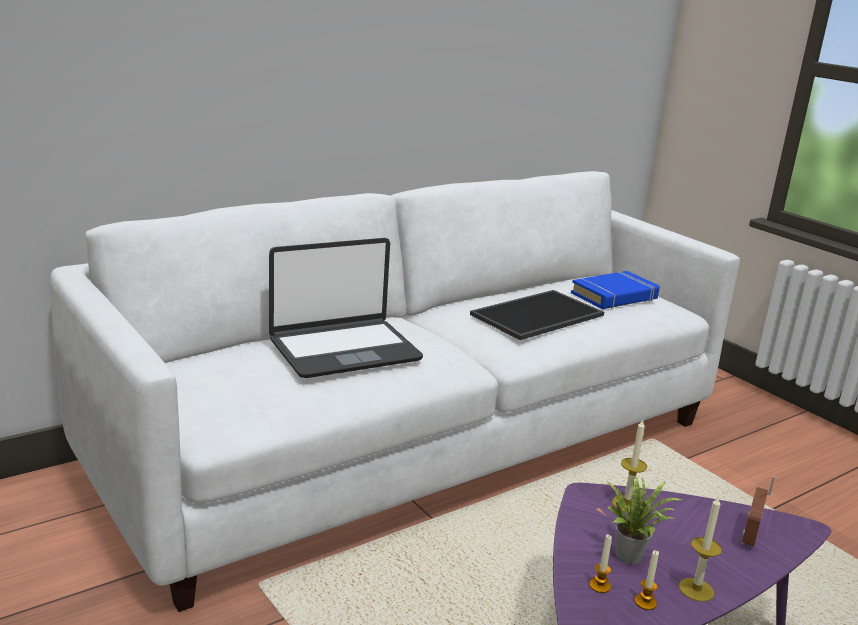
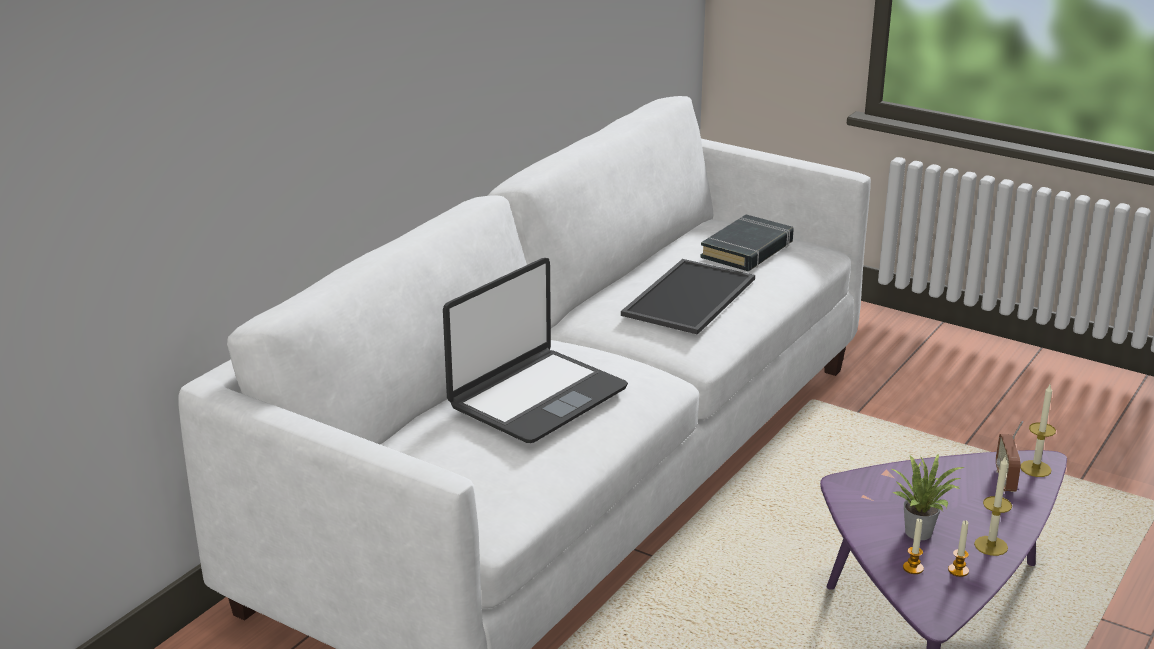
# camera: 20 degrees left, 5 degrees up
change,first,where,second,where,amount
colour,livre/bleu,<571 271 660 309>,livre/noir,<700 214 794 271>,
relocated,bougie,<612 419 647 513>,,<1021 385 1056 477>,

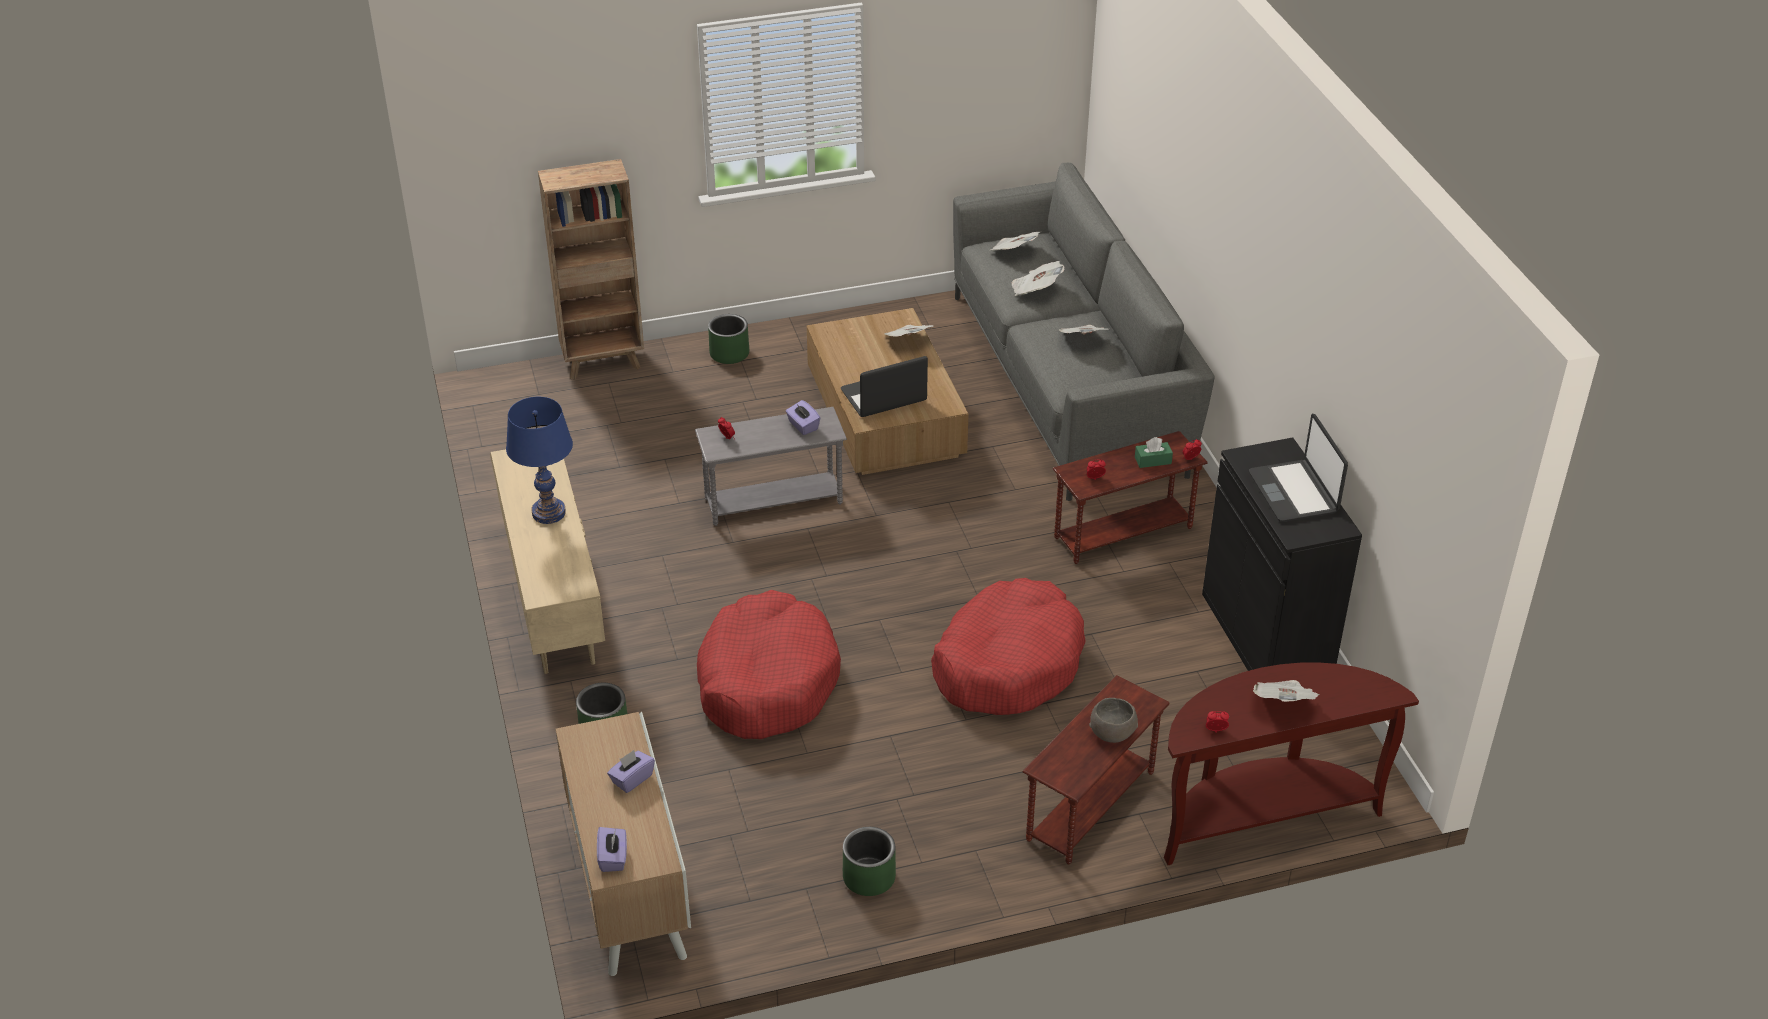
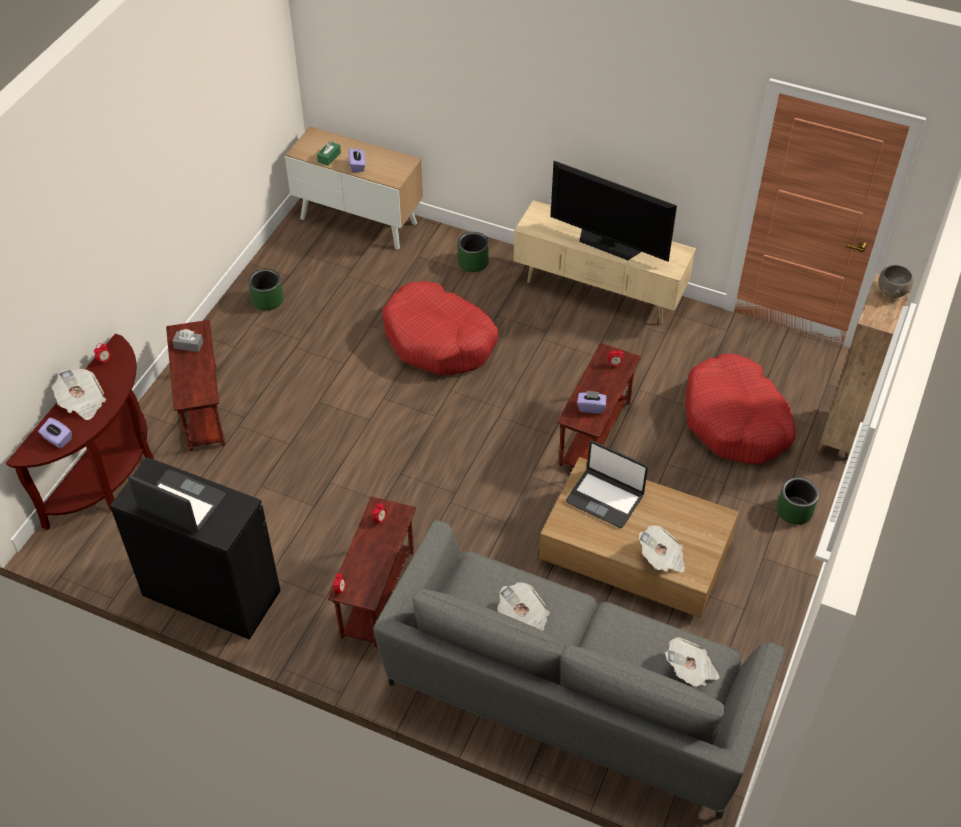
# camera: 130 degrees right, 10 degrees up
change,first,where,second,where,amount
relocated,boîte à mouchoirs/violet,<597 827 627 872>,,<38 418 72 449>,
appeared,,,boîte à mouchoirs/gris,<173 329 203 352>,
relocated,boîte à mouchoirs/vert,<1135 437 1173 468>,,<317 141 341 166>,
exchanged,lampe de table/bleu,<506 397 573 524>,téléviseur,<551 161 677 261>,
colour,table d'appoint/gris,<695 407 847 526>,table d'appoint/marron,<557 343 641 466>,
spun,ordinateur portable,<841 356 928 417>,,<566 441 648 528>,105 degrees clockwise
relocated,panier pour chien/rouge,<931 578 1086 715>,,<685 354 795 464>,
relocated,bol/gris,<1089 698 1138 743>,,<878 265 913 298>,
missing,journal,<1011 261 1064 296>,,,

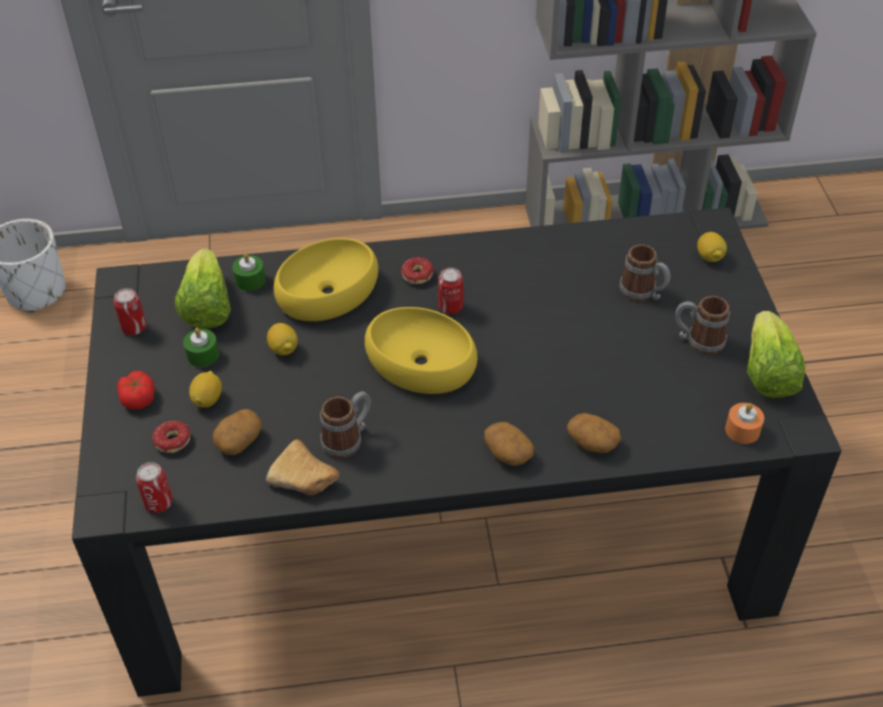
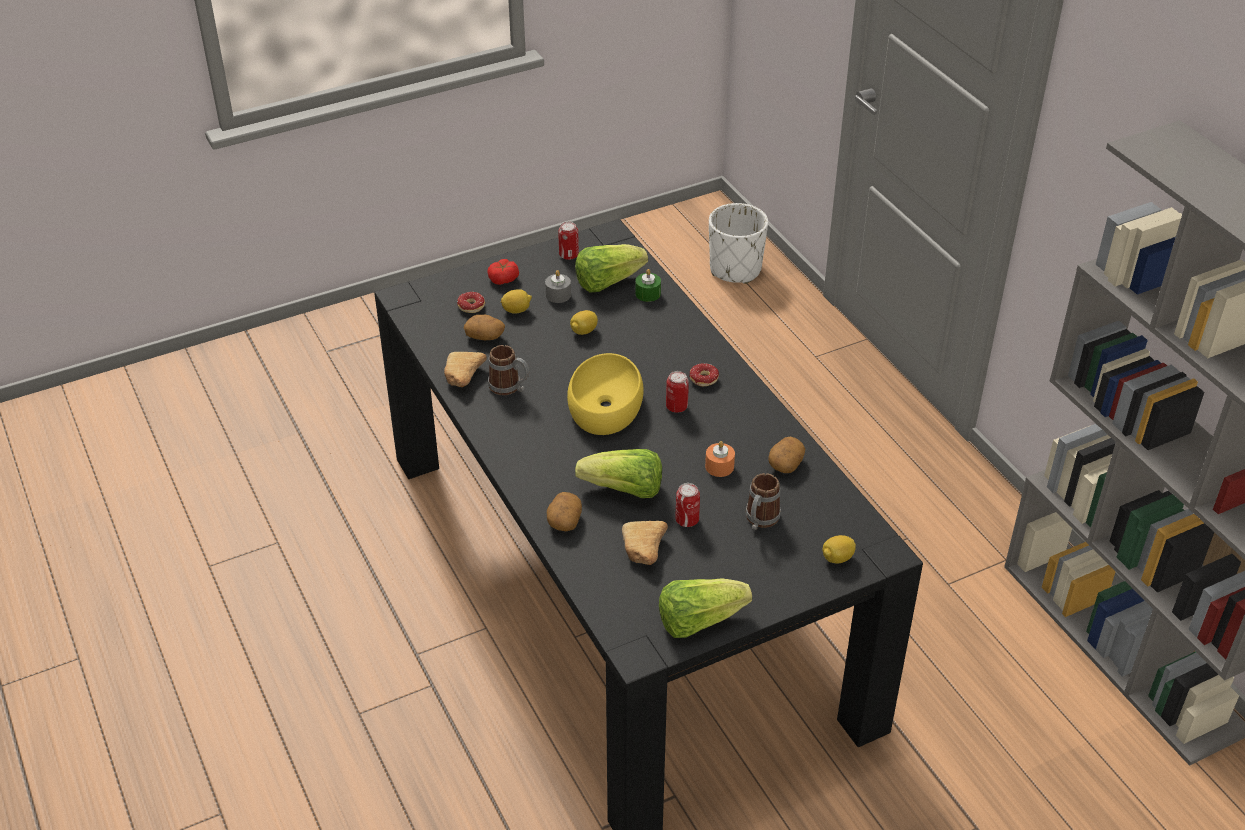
# camera: 70 degrees right, 5 degrees down
change,first,where,second,where,amount
colour,bougie/vert,<183 328 219 367>,bougie/gris,<545 270 571 303>,
appeared,,,laitue,<575 449 662 498>,
appeared,,,pain,<622 521 668 565>,
relocated,boîte métallique,<136 462 173 513>,,<675 483 700 527>,
relocated,bougie/orange,<725 403 764 444>,,<705 441 735 477>,
relocated,pomme de terre,<484 422 535 466>,,<768 436 805 473>,
missing,bol/jaune,<274 238 378 321>,,,
missing,mug,<676 296 730 354>,,,

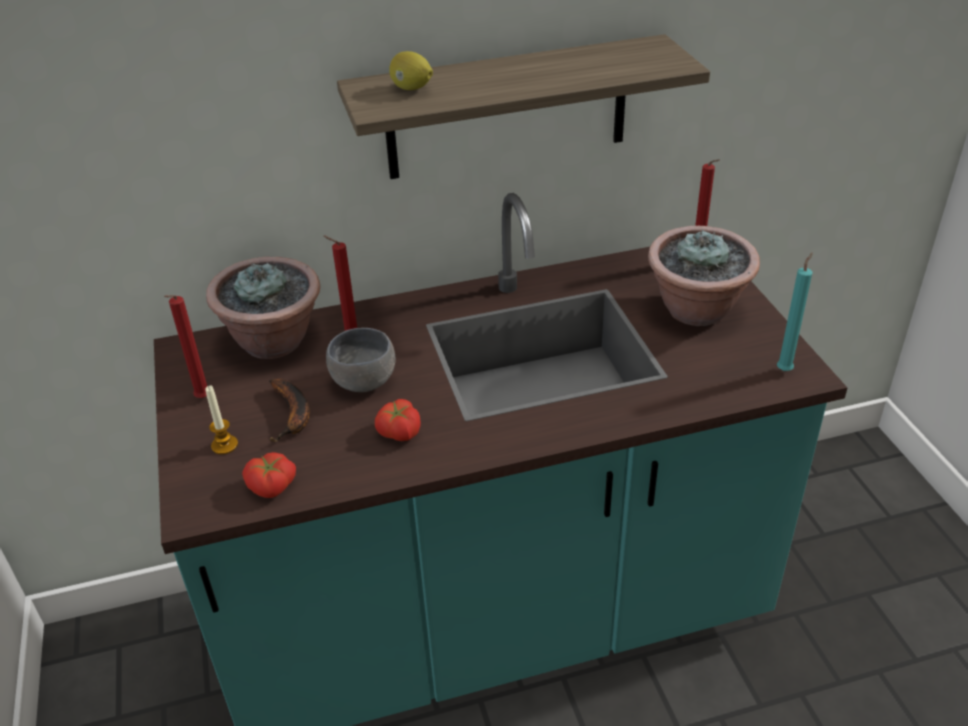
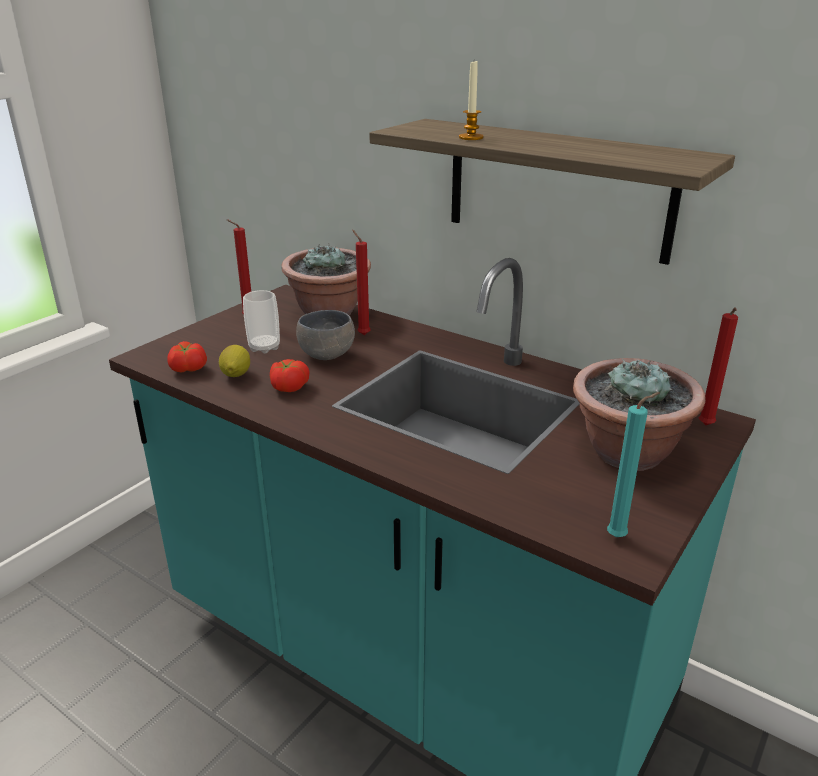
# camera: 50 degrees right, 10 degrees down
change,first,where,second,where,amount
relocated,citron,<389 51 433 90>,,<219 345 250 377>,
exchanged,banane,<269 379 310 442>,tasse,<243 290 280 353>,
relocated,bougie,<205 385 238 455>,,<459 61 484 140>,

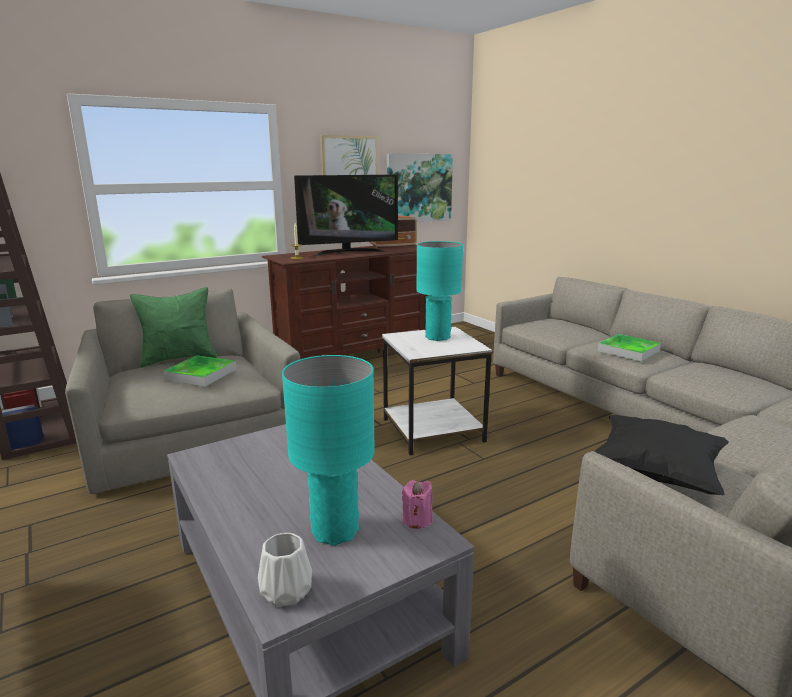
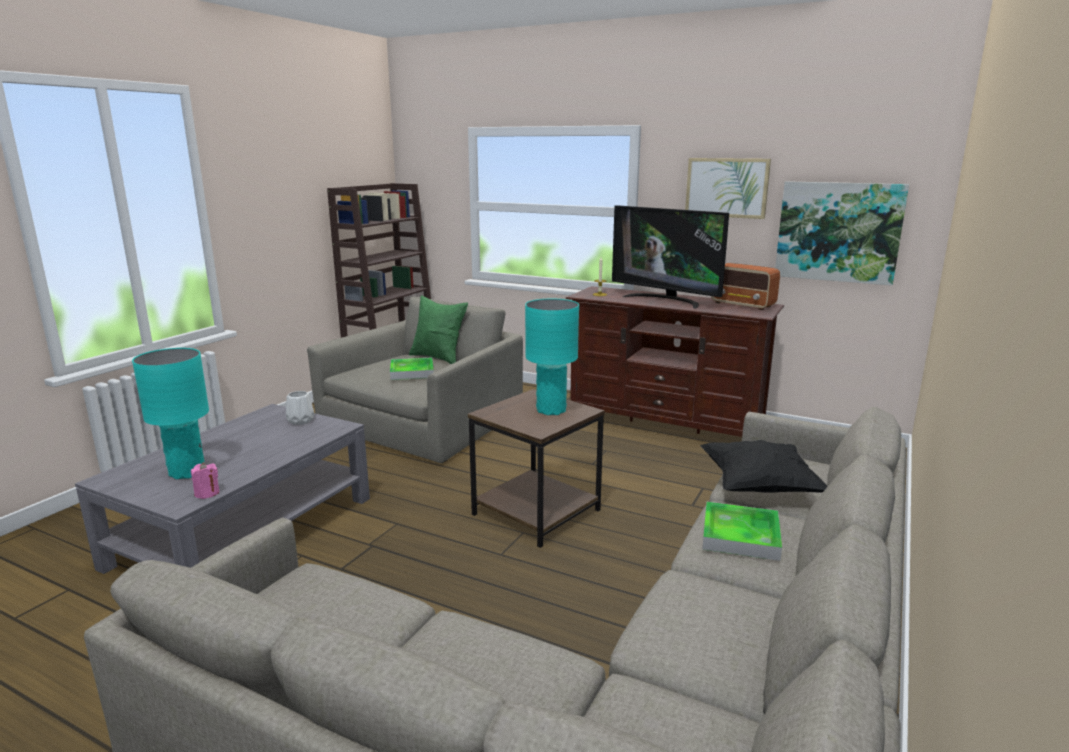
# camera: 60 degrees right, 0 degrees up
change,first,where,second,where,amount
relocated,vase/blanc,<258 533 312 607>,,<286 391 315 425>,
colour,table d'appoint/blanc,<382 327 492 455>,table d'appoint/marron,<468 389 605 548>,
relocated,coussin/noir,<594 415 729 495>,,<700 440 828 493>,

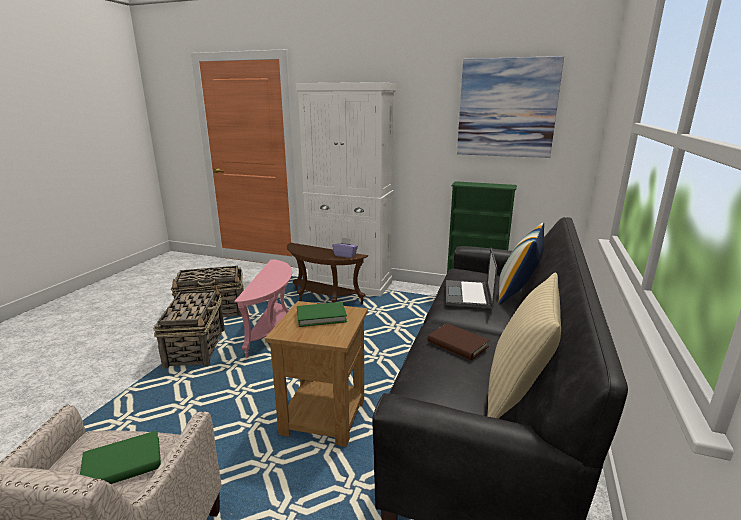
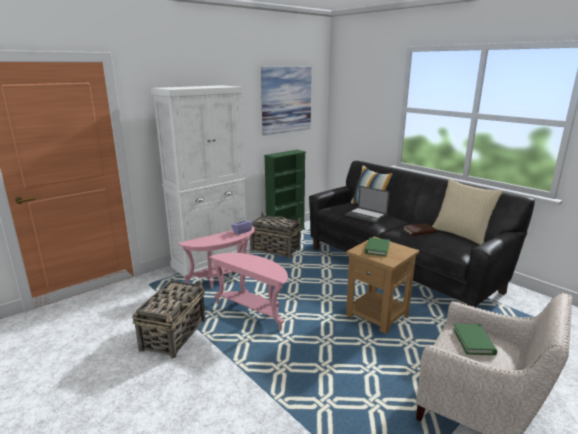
# camera: 60 degrees left, 0 degrees up
change,first,where,second,where,amount
colour,table d'appoint/marron,<287 243 368 304>,table d'appoint/rose,<178 226 255 289>,
relocated,panier,<153 286 225 369>,,<250 212 302 258>,

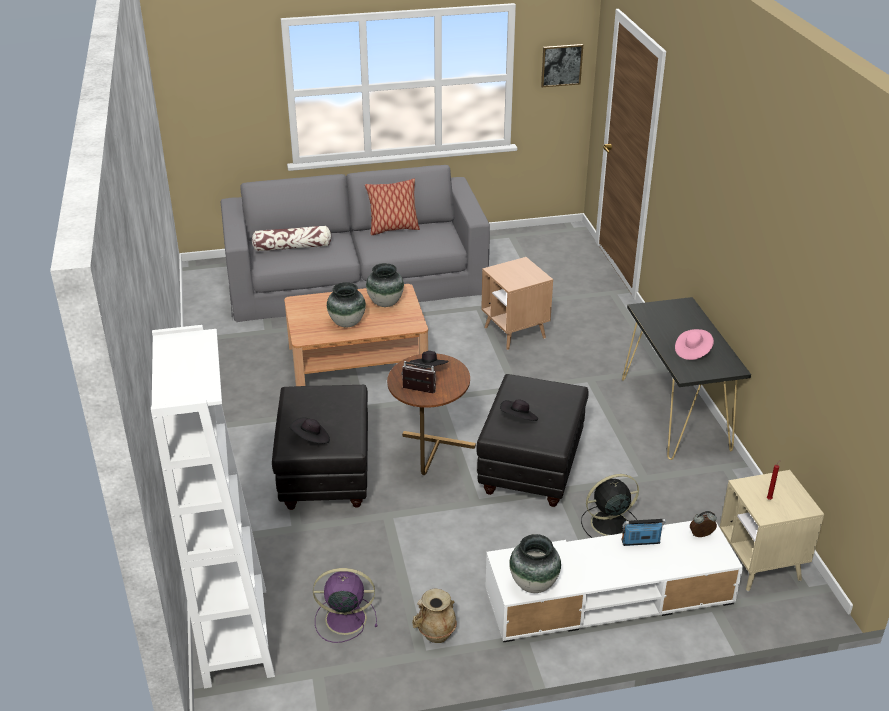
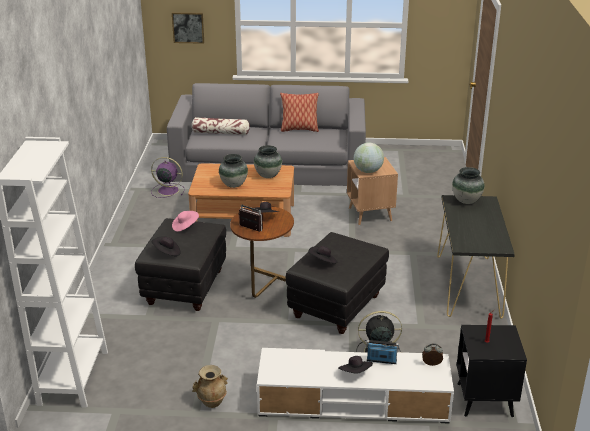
# camera: 15 degrees right, 5 degrees down
change,first,where,second,where,amount
relocated,ventilateur/violet,<313 568 378 643>,,<151 157 184 198>,
relocated,tableau,<541 44 583 87>,,<172 12 204 44>,
relocated,chapeau/rose,<675 329 714 360>,,<172 211 199 232>,
appeared,,,chapeau/noir,<338 356 373 374>,
appeared,,,globe,<354 143 384 173>,
relocated,vase,<509 534 561 593>,,<452 167 485 204>,
colour,table d'appoint/beige,<720 470 824 591>,table d'appoint/noir,<457 325 527 418>,

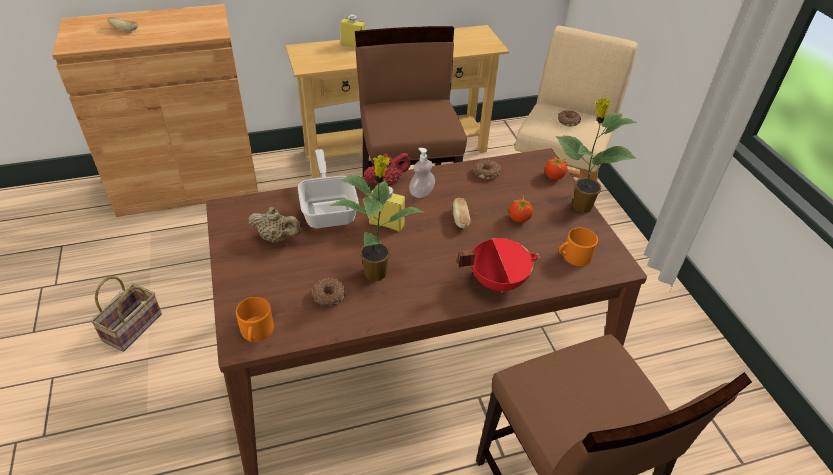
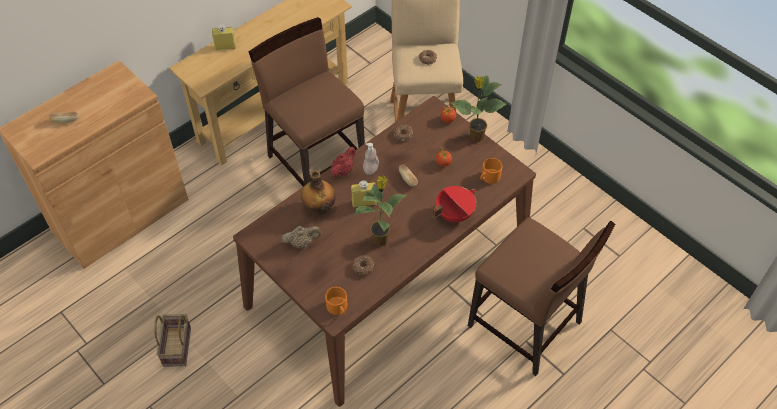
# camera: 25 degrees left, 10 degrees up
change,first,where,second,where,amount
exchanged,poêle,<298 149 359 228>,bouteille,<301 170 336 214>,

